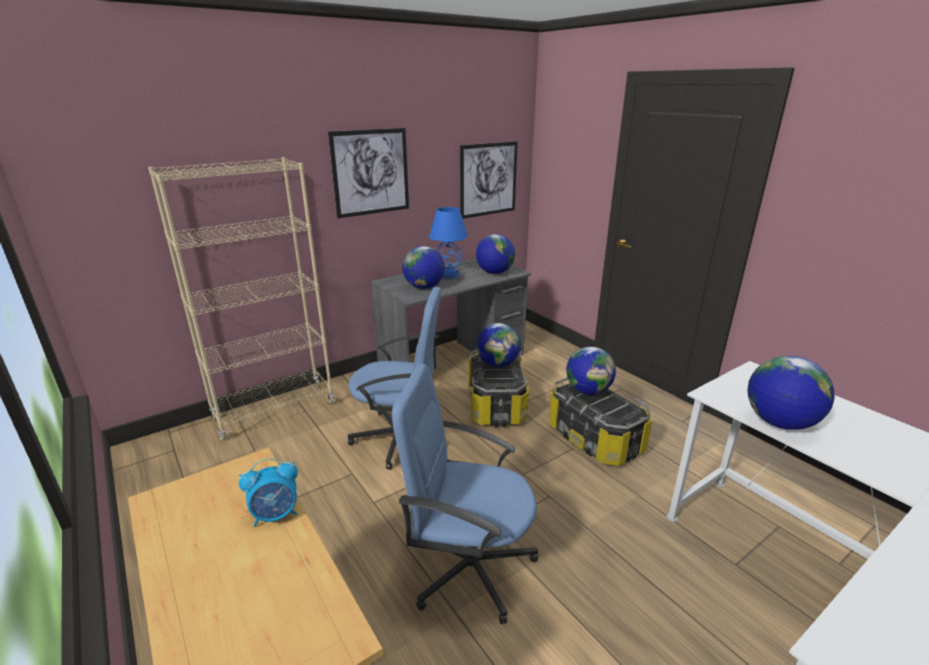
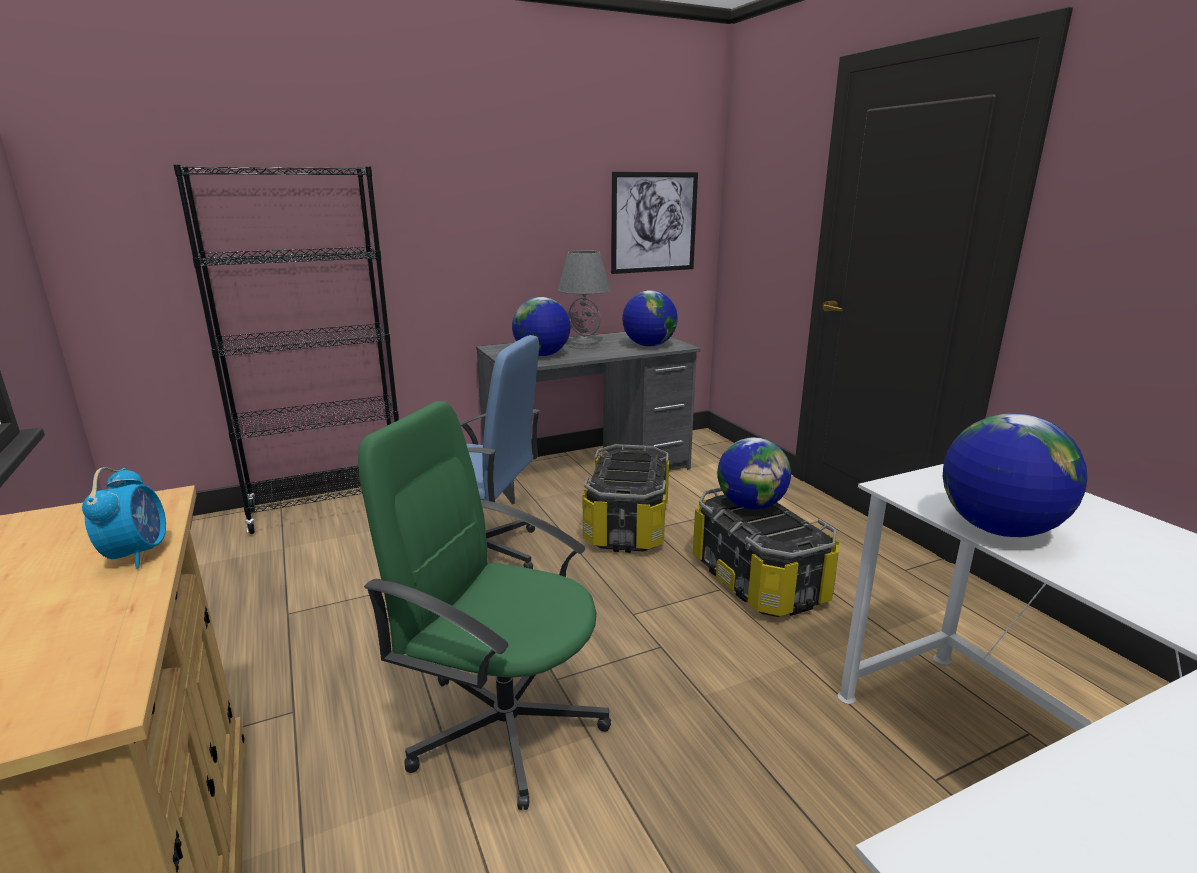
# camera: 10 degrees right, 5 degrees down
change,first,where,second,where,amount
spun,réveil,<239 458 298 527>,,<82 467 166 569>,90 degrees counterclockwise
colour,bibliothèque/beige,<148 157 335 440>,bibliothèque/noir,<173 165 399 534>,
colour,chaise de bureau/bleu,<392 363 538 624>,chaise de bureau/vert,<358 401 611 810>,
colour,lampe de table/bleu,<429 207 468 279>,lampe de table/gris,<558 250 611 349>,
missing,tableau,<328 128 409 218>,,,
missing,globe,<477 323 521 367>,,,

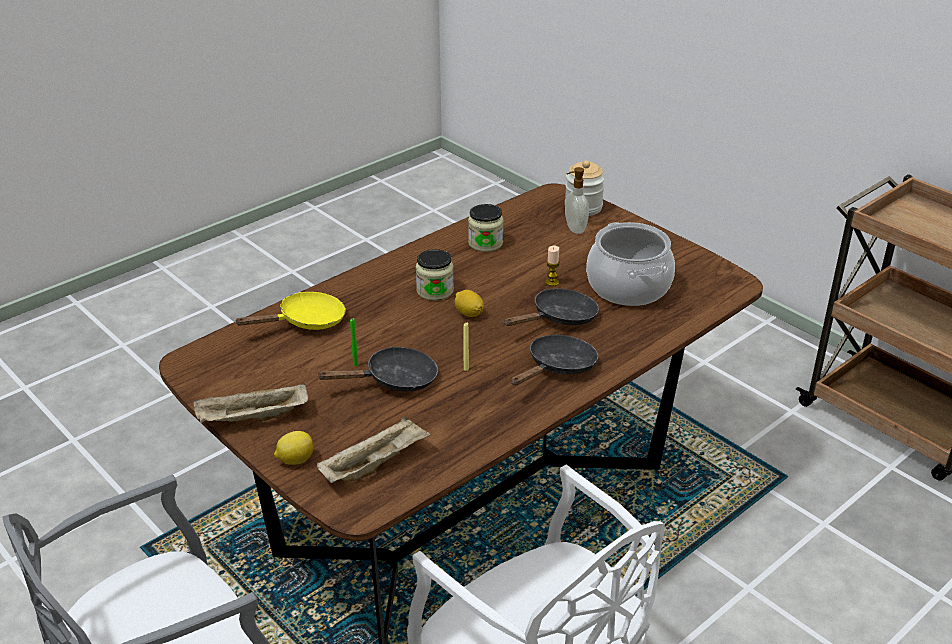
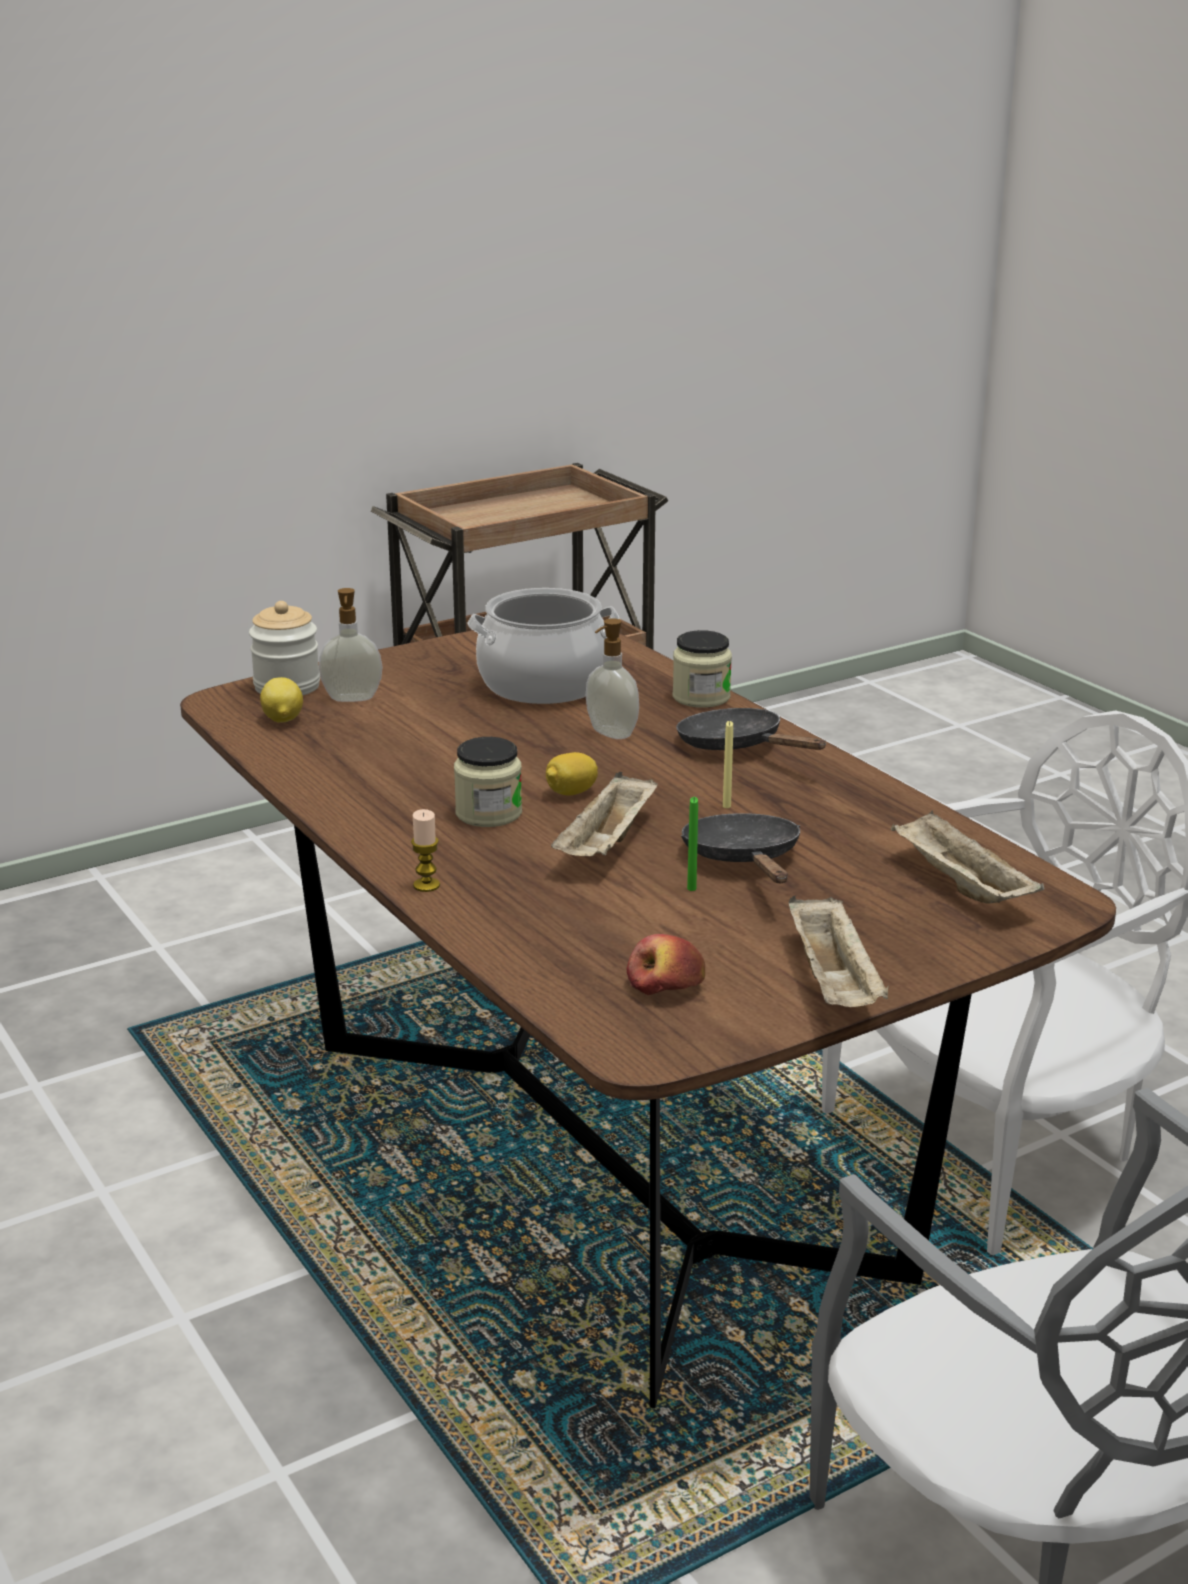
# camera: 80 degrees left, 10 degrees down
change,first,where,second,where,amount
relocated,citron,<274 431 314 465>,,<260 677 303 723>,
relocated,bougie,<545 246 560 286>,,<411 809 440 892>,
appeared,,,plateau/beige,<551 772 658 856>,
exchanged,poêle/noir,<504 289 599 326>,distributeur de savon,<586 618 639 739>,
appeared,,,pomme,<627 934 705 995>,
relocated,bocal,<468 204 504 252>,,<673 630 732 708>,
missing,poêle/jaune,<234 292 346 330>,,,

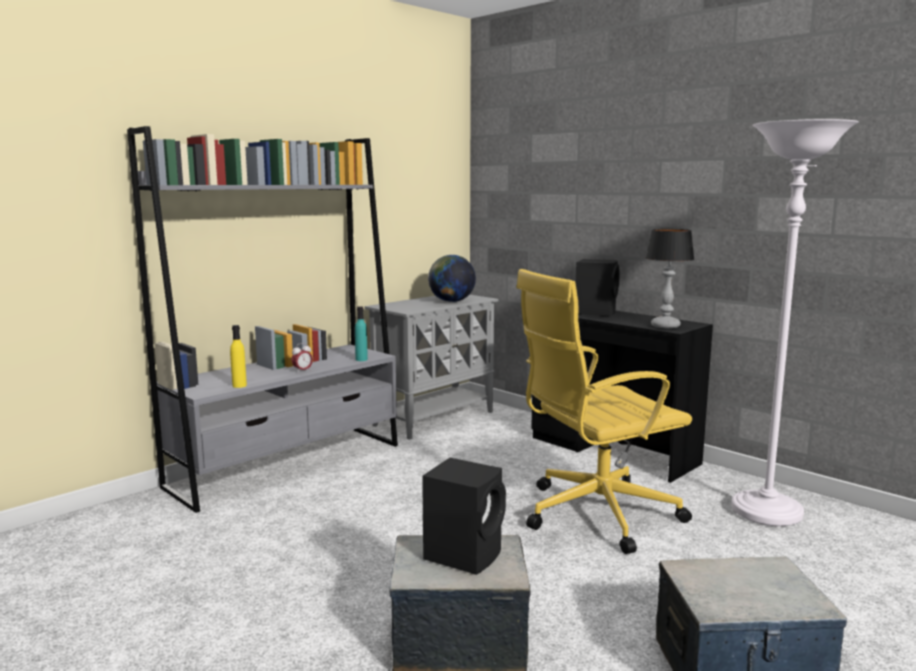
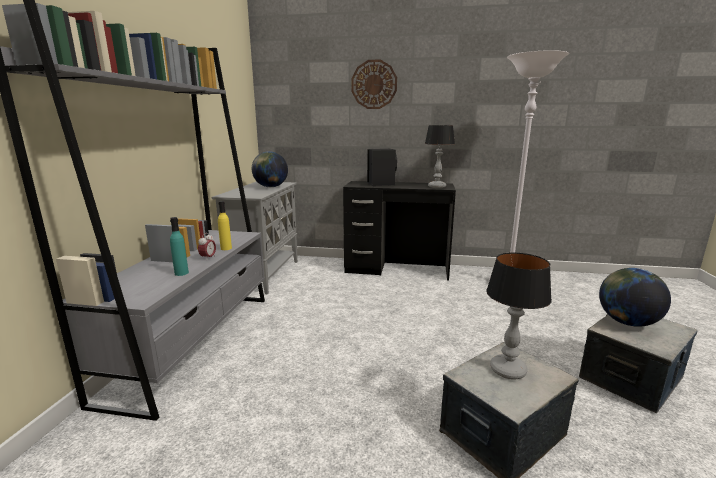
# camera: 35 degrees left, 5 degrees up
change,first,where,second,where,amount
relocated,bouteille/turquoise,<355 306 368 361>,,<170 217 189 276>,
relocated,bouteille/jaune,<230 325 247 388>,,<218 201 232 250>,
appeared,,,horloge murale,<351 59 397 109>,
exchanged,enceinte/noir,<422 458 506 575>,lampe de table,<486 252 552 379>,
appeared,,,globe,<599 268 671 327>,
missing,chaise de bureau/jaune,<516 269 692 554>,,,

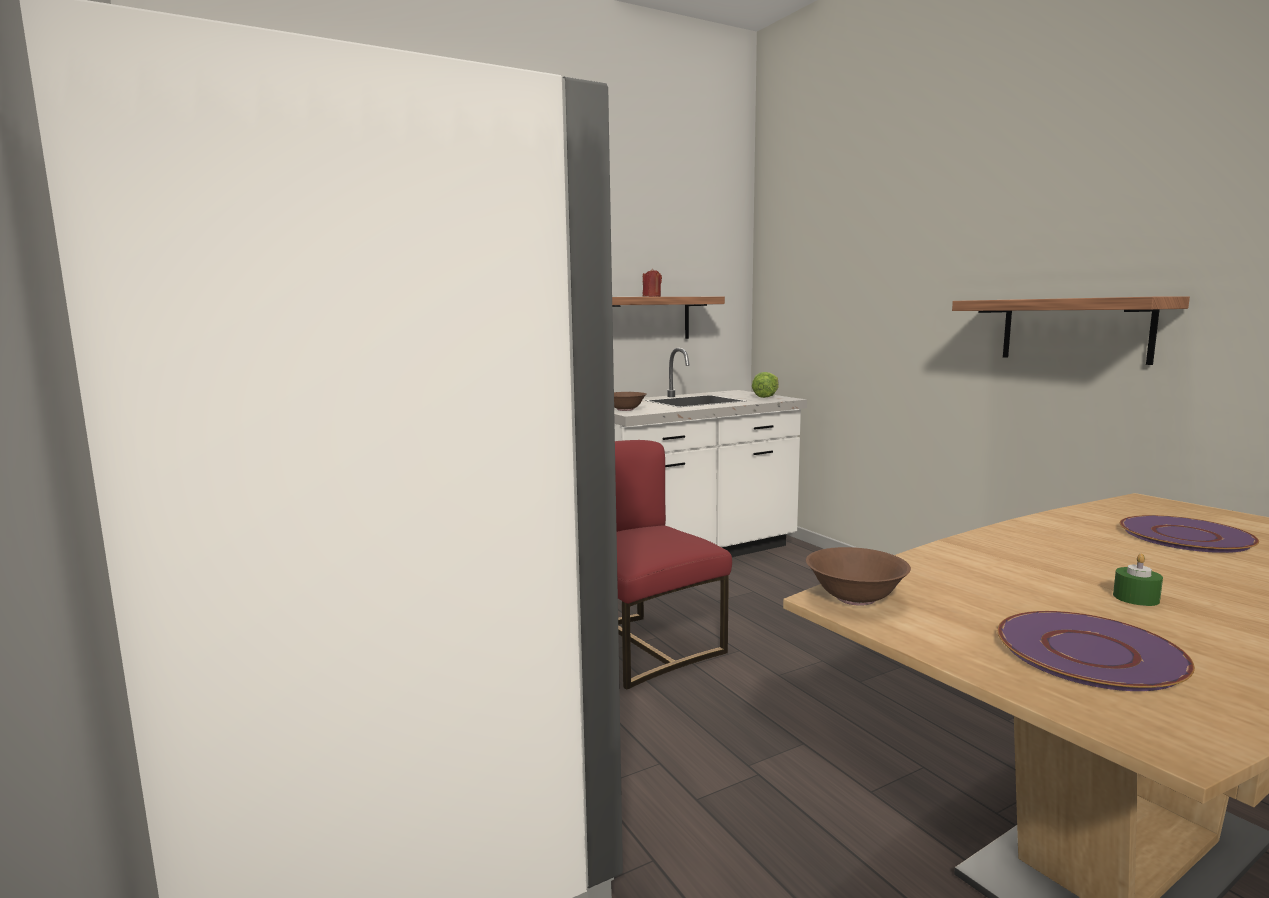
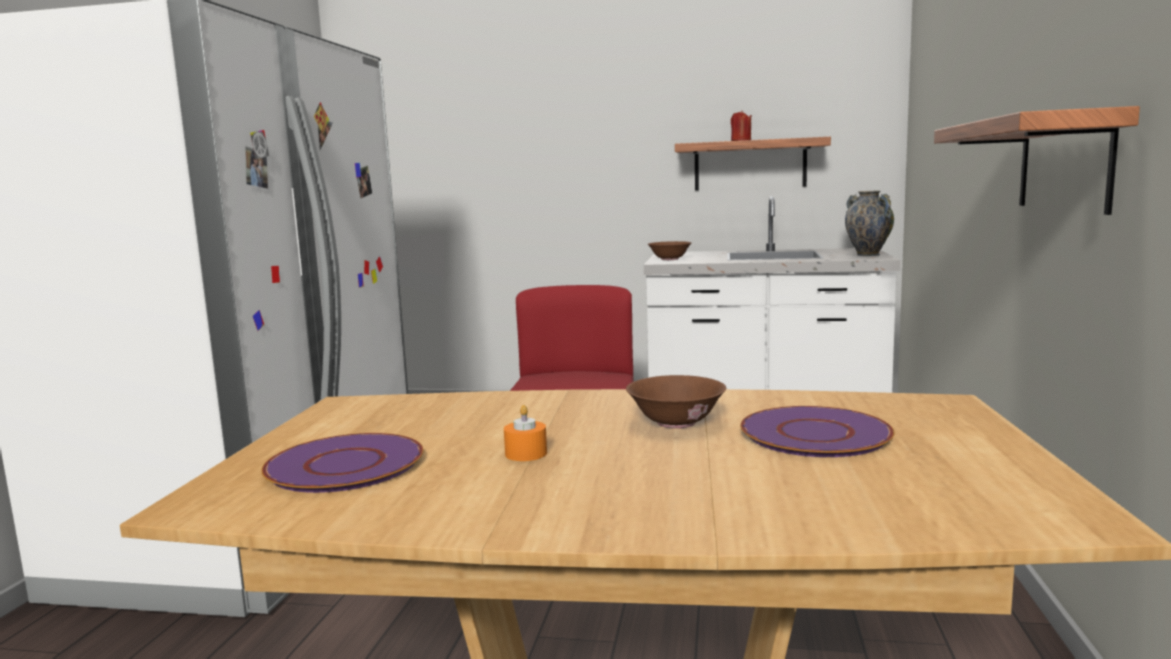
# camera: 40 degrees right, 0 degrees up
change,first,where,second,where,amount
colour,bougie/vert,<1113 553 1163 606>,bougie/orange,<504 405 547 461>,
relocated,bol/marron,<806 547 911 606>,,<626 375 726 429>,
exchanged,laitue,<752 372 779 398>,vase,<845 191 894 256>,

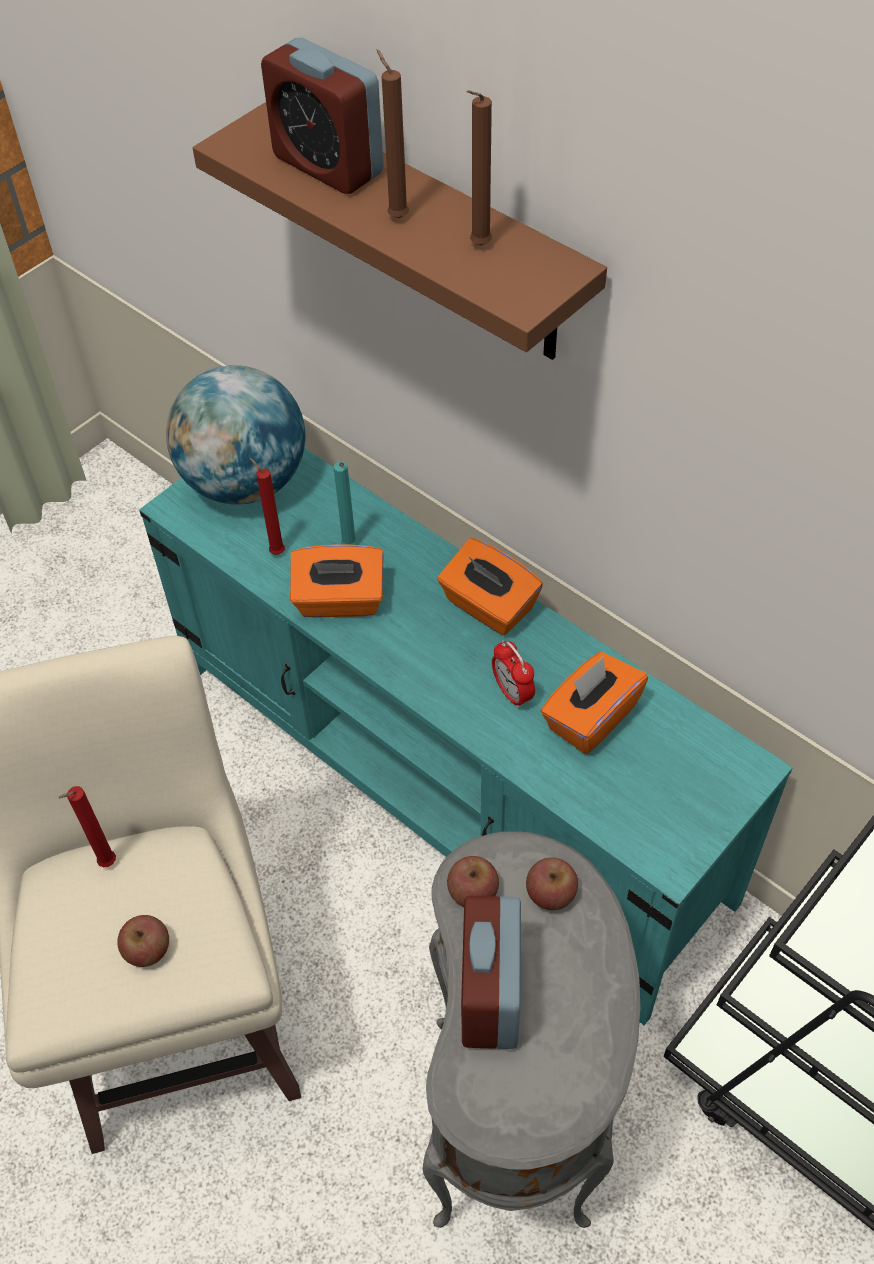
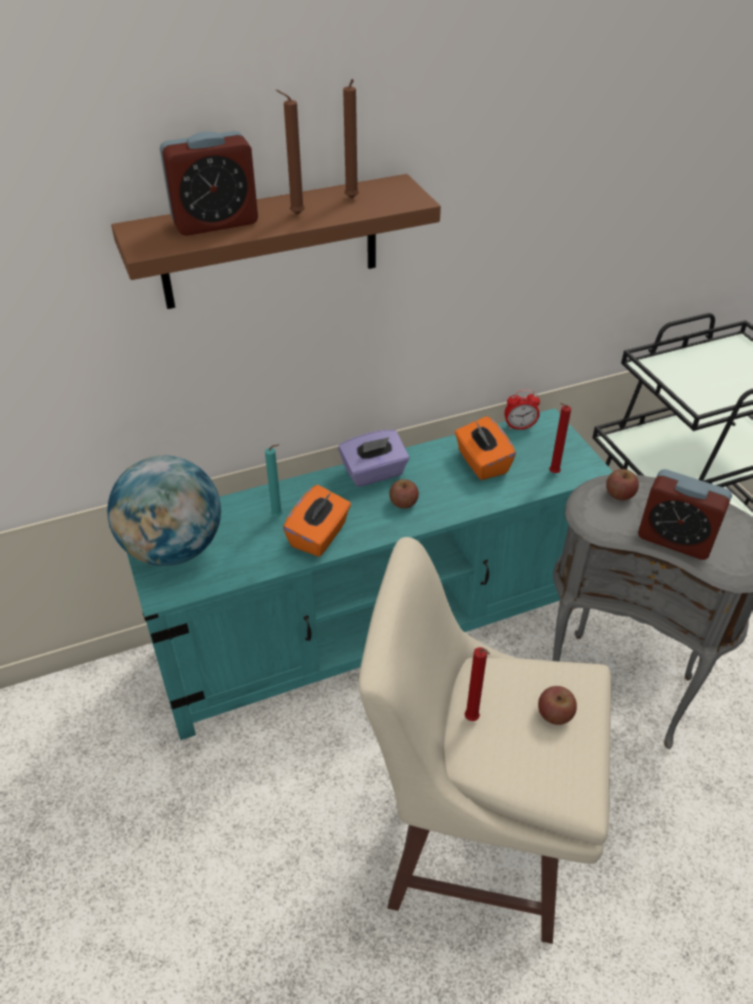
# camera: 65 degrees left, 10 degrees down
change,first,where,second,where,amount
colour,boîte à mouchoirs/orange,<437 538 543 635>,boîte à mouchoirs/violet,<338 430 409 487>,
relocated,pomme,<447 856 499 907>,,<389 479 419 509>,
relocated,réveil,<492 640 535 708>,,<504 390 540 430>,
relocated,bougie/rouge,<250 458 285 555>,,<549 403 571 473>,

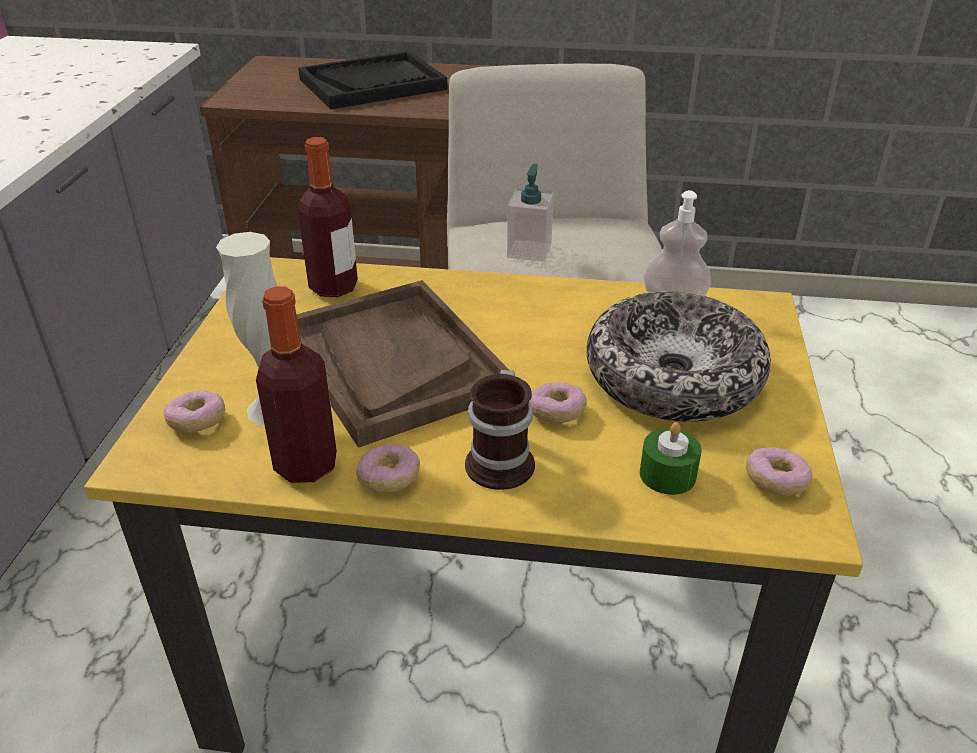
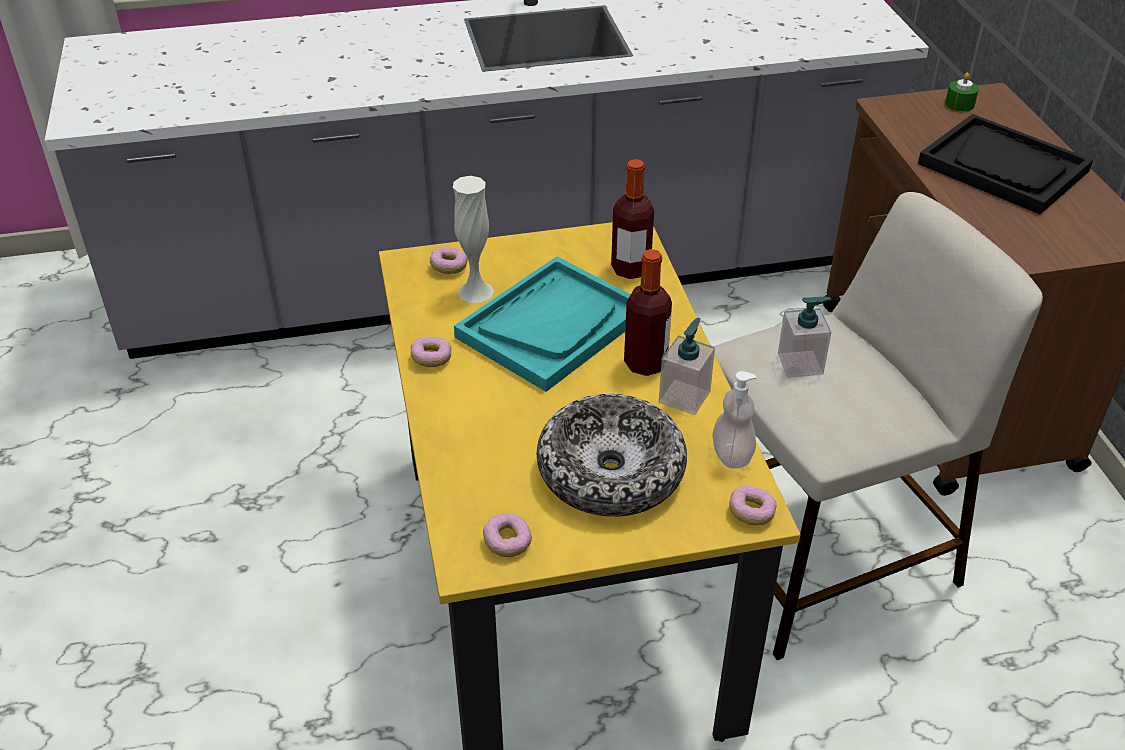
# camera: 70 degrees right, 5 degrees up
change,first,where,second,where,amount
colour,plateau/marron,<296 280 510 448>,plateau/turquoise,<454 256 631 392>,
relocated,bouteille,<256 286 337 483>,,<624 249 672 376>,
appeared,,,distributeur de savon,<659 317 715 415>,
relocated,beignet,<529 382 587 423>,,<729 486 777 525>,
relocated,bougie/vert,<640 422 702 495>,,<945 72 979 111>,
missing,mug,<465 370 535 490>,,,

